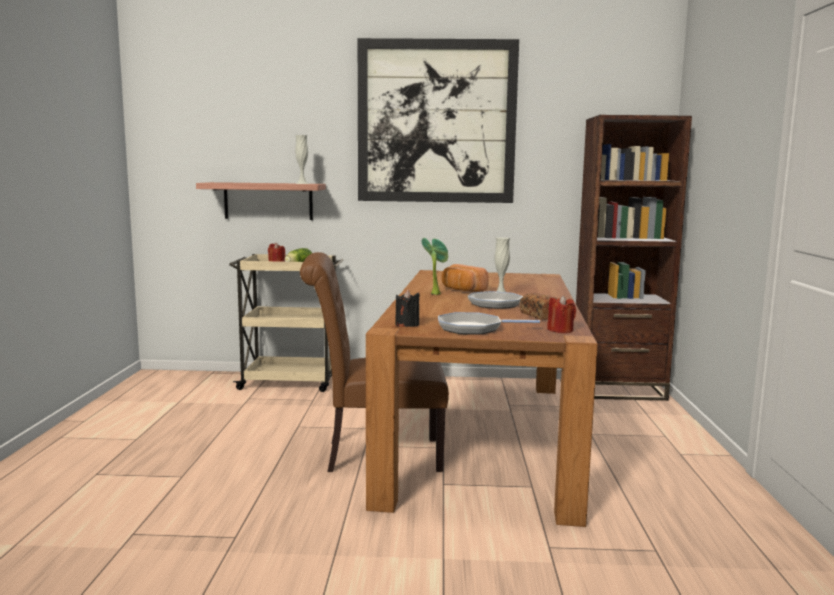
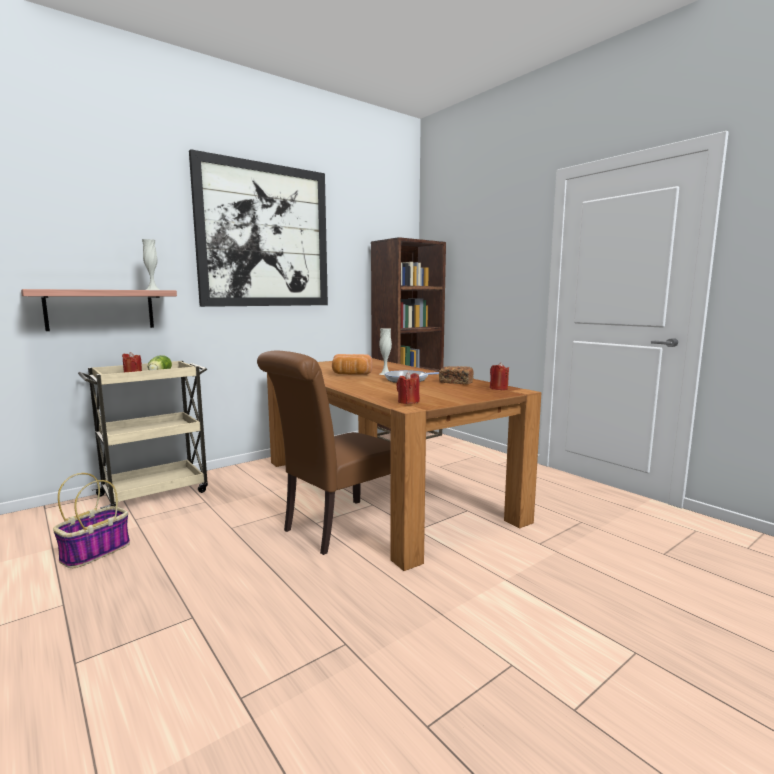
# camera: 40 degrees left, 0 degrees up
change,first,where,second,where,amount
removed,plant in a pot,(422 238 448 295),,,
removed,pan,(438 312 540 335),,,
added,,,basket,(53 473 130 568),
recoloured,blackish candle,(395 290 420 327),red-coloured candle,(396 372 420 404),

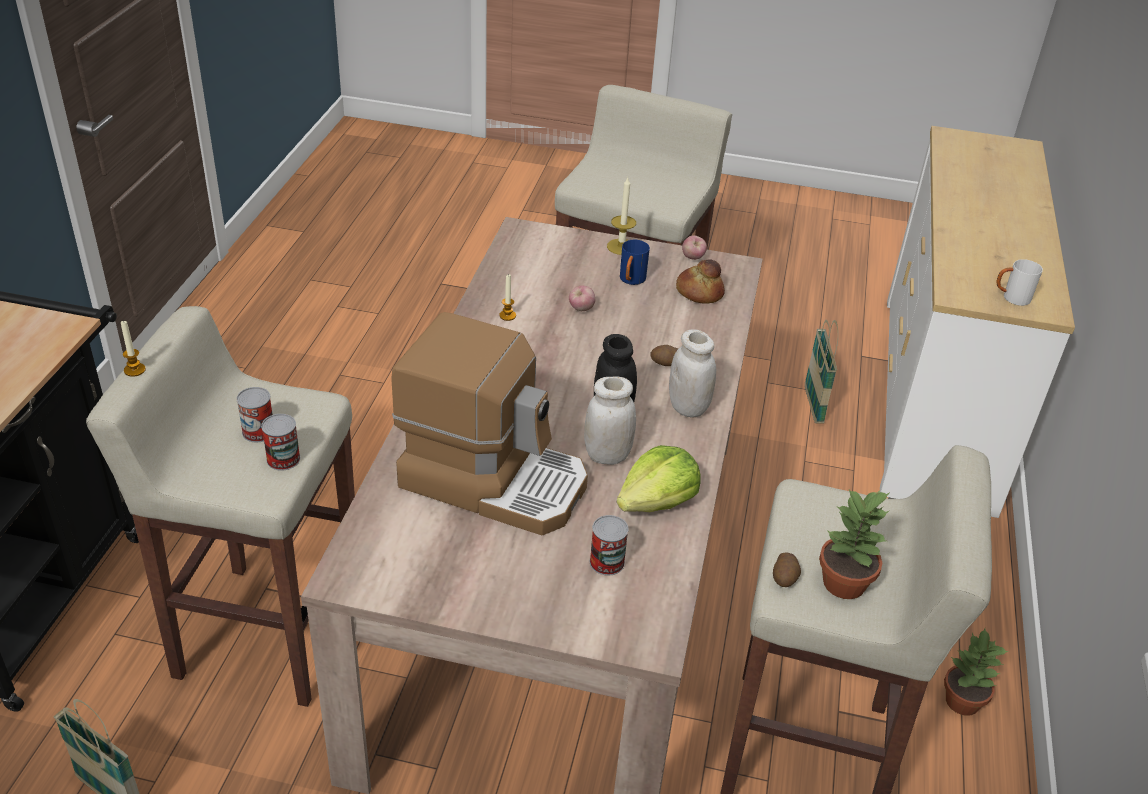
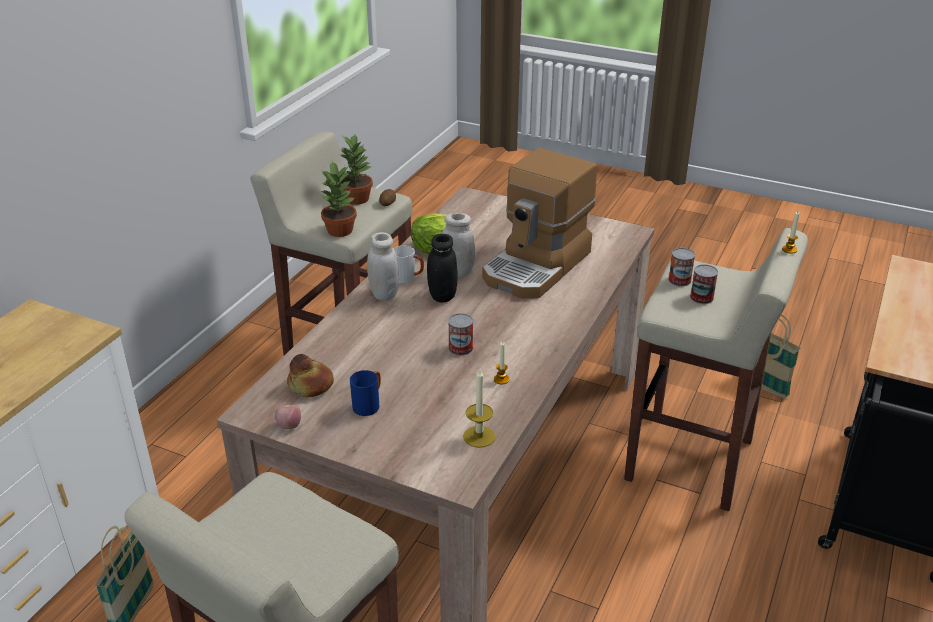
# camera: 165 degrees left, 5 degrees down
change,first,where,second,where,amount
removed,apple fruit,(569 286 595 311),,,
removed,whole potato,(650 345 679 366),,,
moved,can,(590 515 629 576),,(448 313 473 356),
moved,candle,(607 178 636 255),,(463 369 495 448),
moved,plant in a pot,(944 629 1008 716),,(320 161 357 237),
moved,white coffee mug,(996 259 1043 306),,(393 246 424 283),
turned,coffee maker,(391 312 588 535),,(482 148 597 299),90 degrees counterclockwise

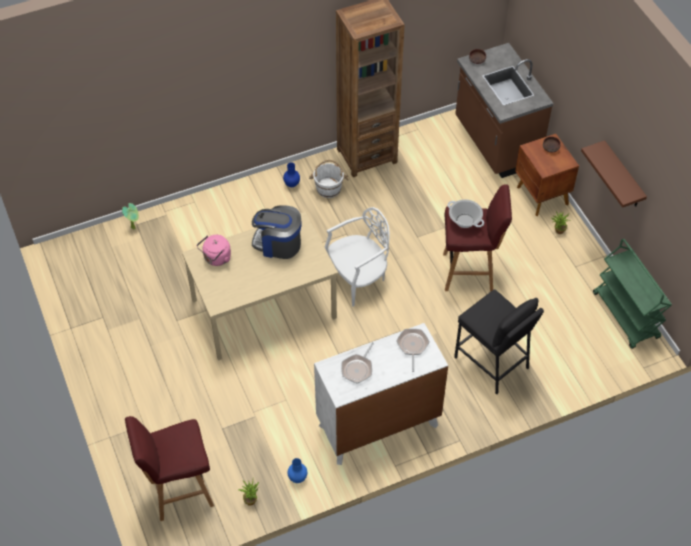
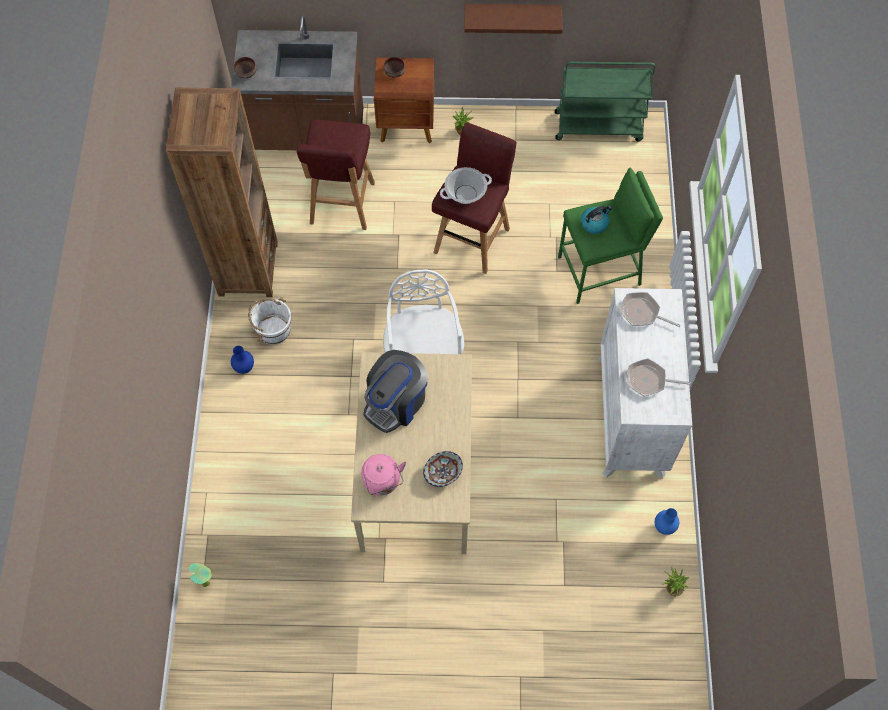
# camera: 65 degrees left, 10 degrees up
change,first,where,second,where,amount
added,,,deep dish,(423 451 463 487),
added,,,tea kettle,(581 205 612 234),
moved,red-coloured stool seat,(125 416 214 521),,(297 119 375 230),
recoloured,blackish stool seat,(454 290 544 394),greenish stool seat,(558 168 663 304),
turned,pan,(341 342 374 384),,(627 358 691 397),135 degrees clockwise

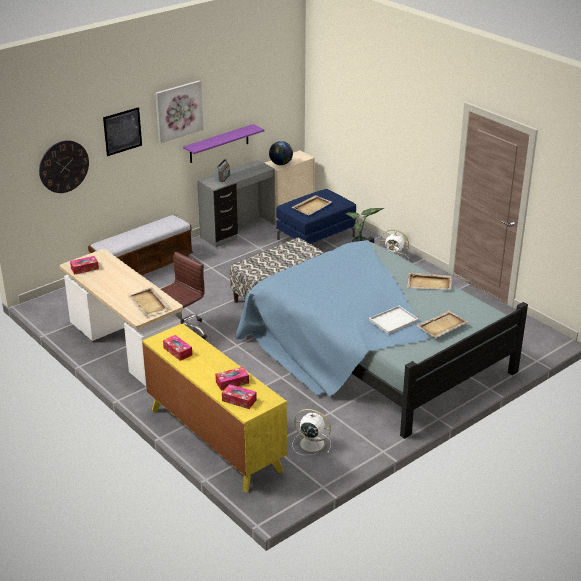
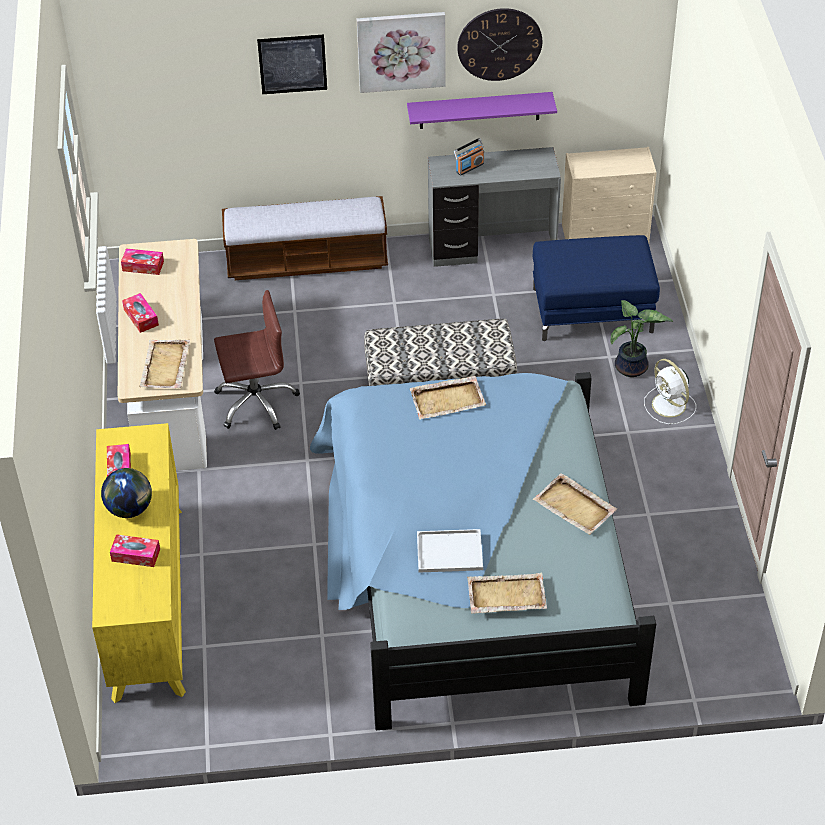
# camera: 35 degrees right, 15 degrees up
change,first,where,second,where,amount
removed,white electric fan,(292 409 331 455),,,
moved,hanging clock,(39 140 89 193),,(457 8 542 81),
moved,tissue box,(222 384 257 409),,(122 293 159 333),
moved,globe,(269 141 293 165),,(101 468 152 518),
moved,beige carrying tray,(292 195 332 216),,(410 376 486 420),

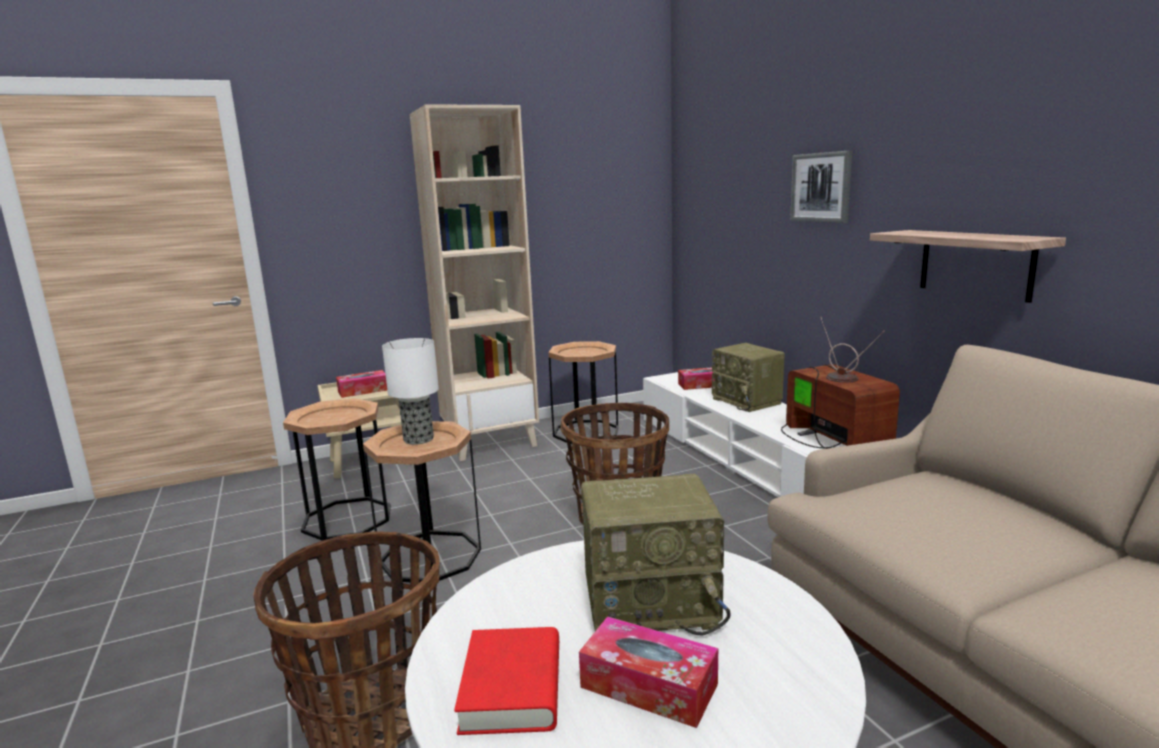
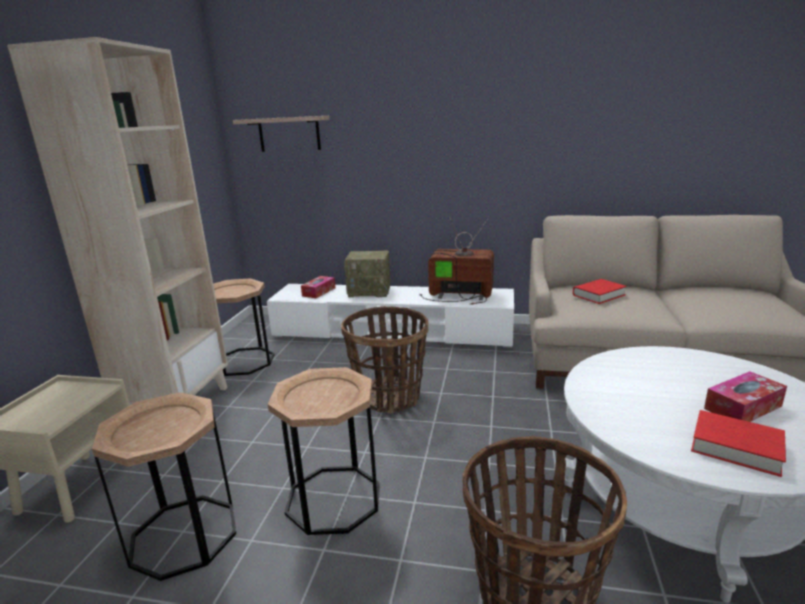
# camera: 55 degrees left, 5 degrees up
change,first,where,second,where,amount
removed,tissue box,(336 370 387 398),,,
removed,lamp for a table,(382 338 439 445),,,
removed,radio,(581 474 731 635),,,
removed,wall picture,(790 150 852 223),,,
added,,,red-coloured bound book,(573 279 627 304),
moved,bracket shelf,(870 230 1066 303),,(233 116 330 152),

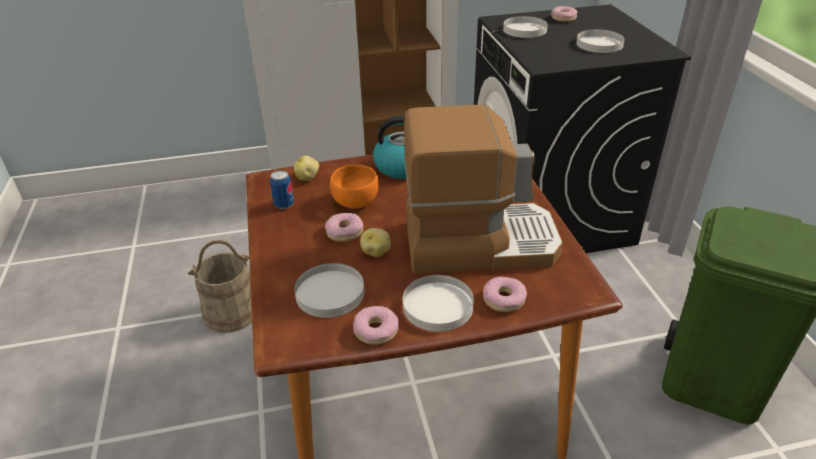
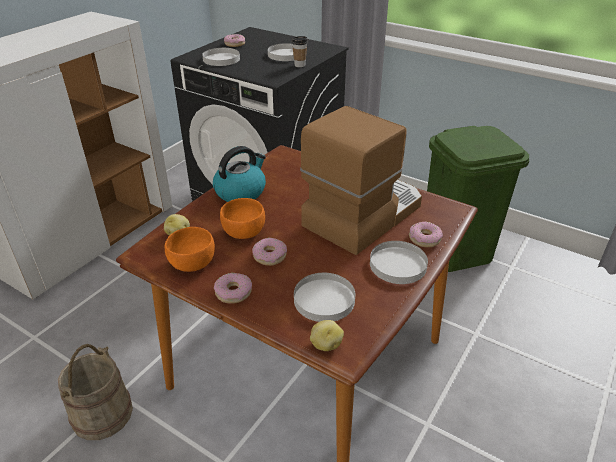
# camera: 45 degrees left, 0 degrees up
change,first,where,second,where,amount
added,,,small cup,(292 36 308 67),
moved,ring doughnut,(353 306 399 345),,(214 273 252 304),
moved,whole potato,(360 228 391 257),,(310 320 344 351),
replaced,can,(270 170 294 209),orangey deep dish,(165 227 215 272),

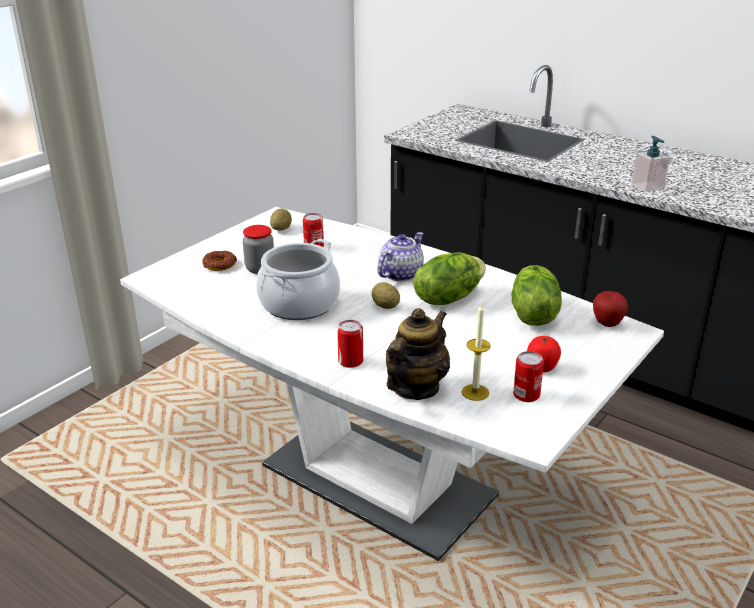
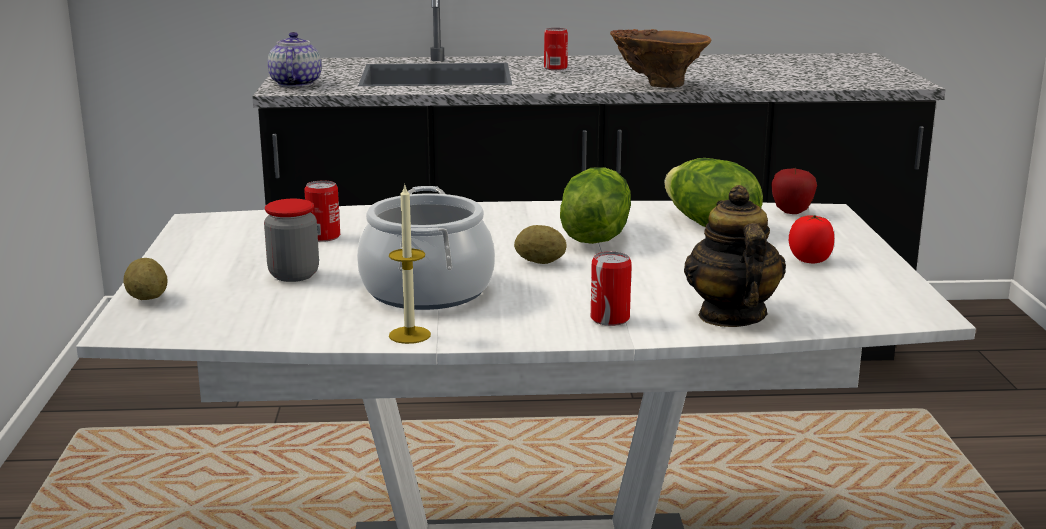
# camera: 40 degrees left, 10 degrees down
change,first,where,second,where,amount
removed,ring doughnut,(202 251 237 271),,,
moved,whole potato,(270 209 292 230),,(123 258 167 300),
moved,tea pot,(378 232 424 281),,(268 32 322 87),
moved,candle,(462 302 491 401),,(389 183 431 344),
moved,can,(513 351 544 402),,(544 28 568 70),
replaced,soap dispenser,(632 136 670 192),brownish flower vase,(610 29 711 88),

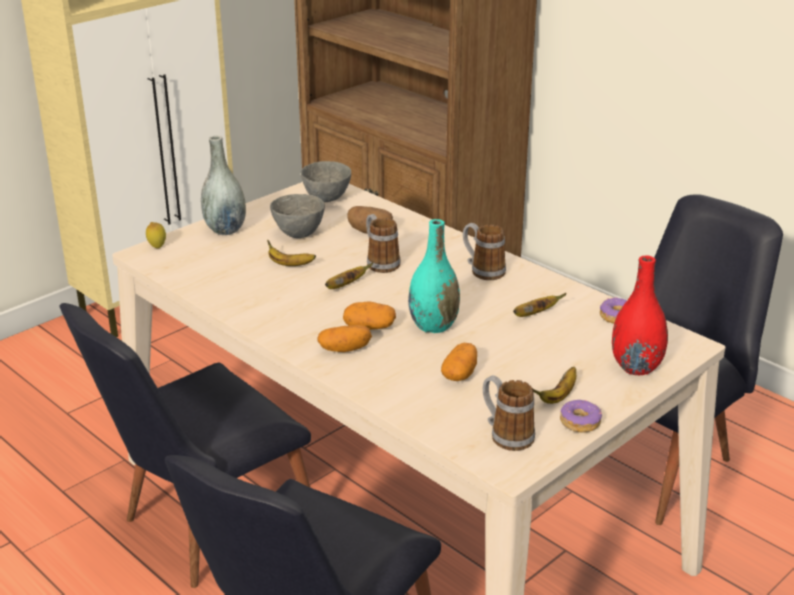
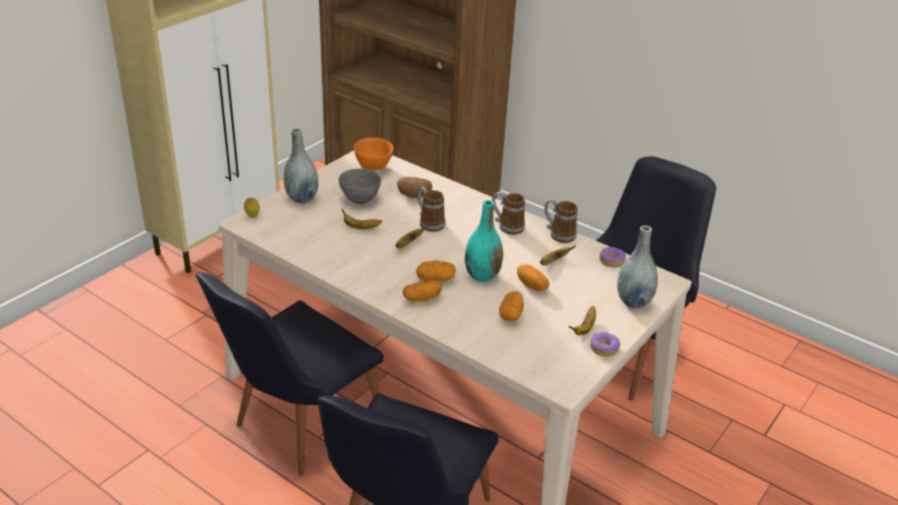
# camera: 10 degrees left, 5 degrees up
change,first,where,second,where,amount
added,,,whole potato,(517 264 549 291),
moved,coffee mug,(483 375 535 451),,(544 199 578 243),
recoloured,greyish deep dish,(301 161 351 202),orangey deep dish,(354 138 393 171),
recoloured,red-coloured flower vase,(612 256 668 375),greyish flower vase,(617 225 658 309),

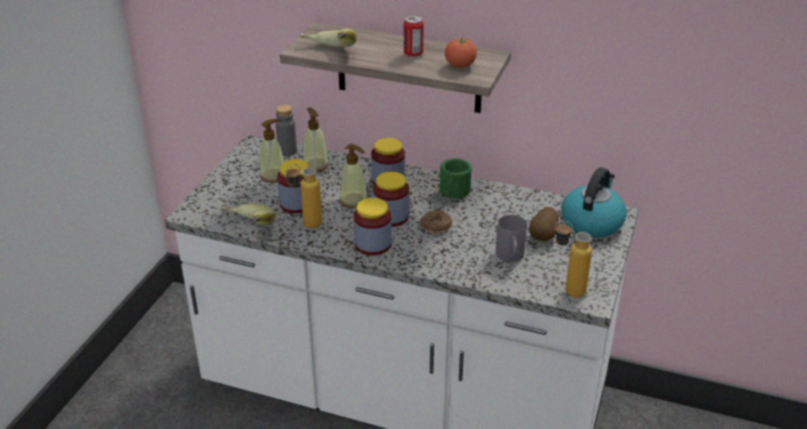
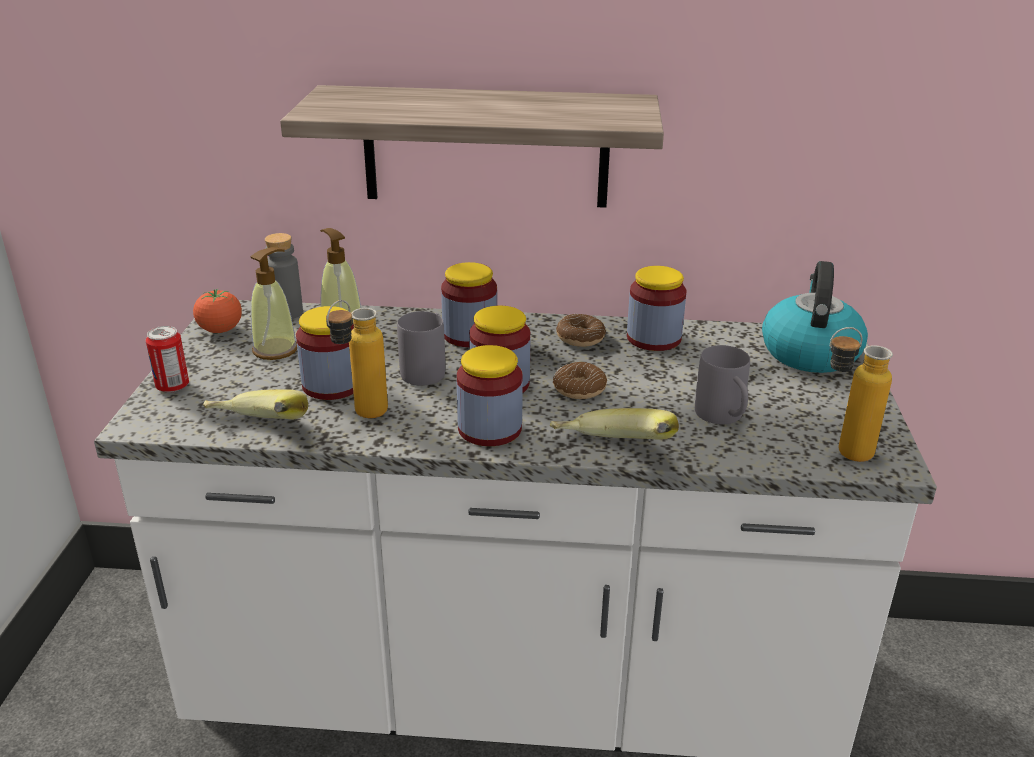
# camera: 15 degrees left, 5 degrees down
change,first,where,second,where,amount
removed,whole potato,(529 207 559 241),,,
added,,,jar,(627 266 687 351),
moved,banana fruit,(300 28 357 47),,(549 408 679 440),
moved,can,(404 16 424 57),,(146 326 189 392),
moved,tomato,(445 37 477 68),,(193 288 242 333),
replaced,soap dispenser,(340 144 367 208),greyish coffee mug,(397 311 445 386),
replaced,greenish coffee mug,(440 158 472 198),ring doughnut,(556 314 606 347),

